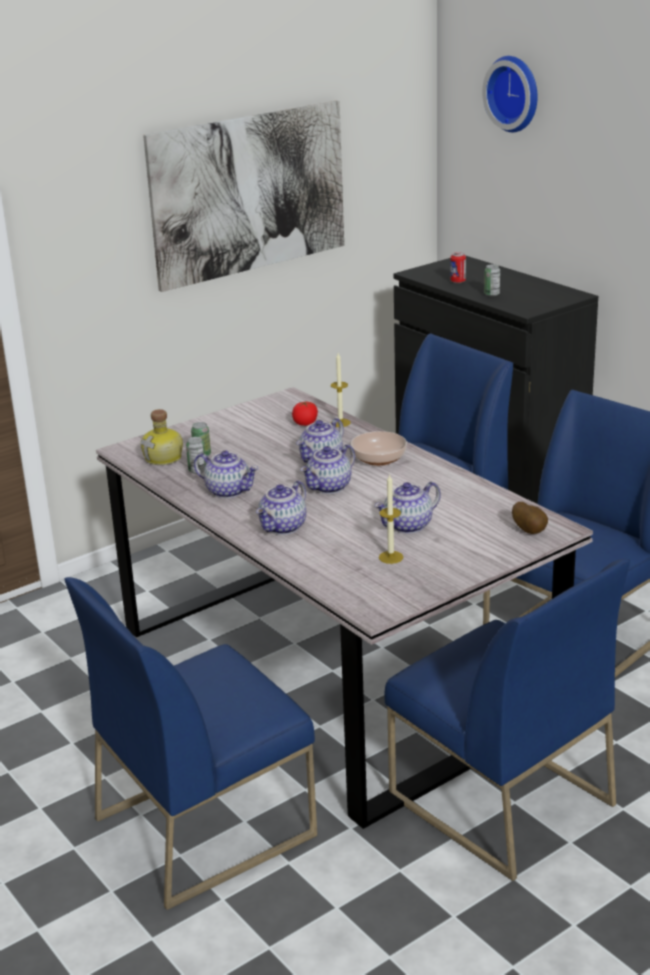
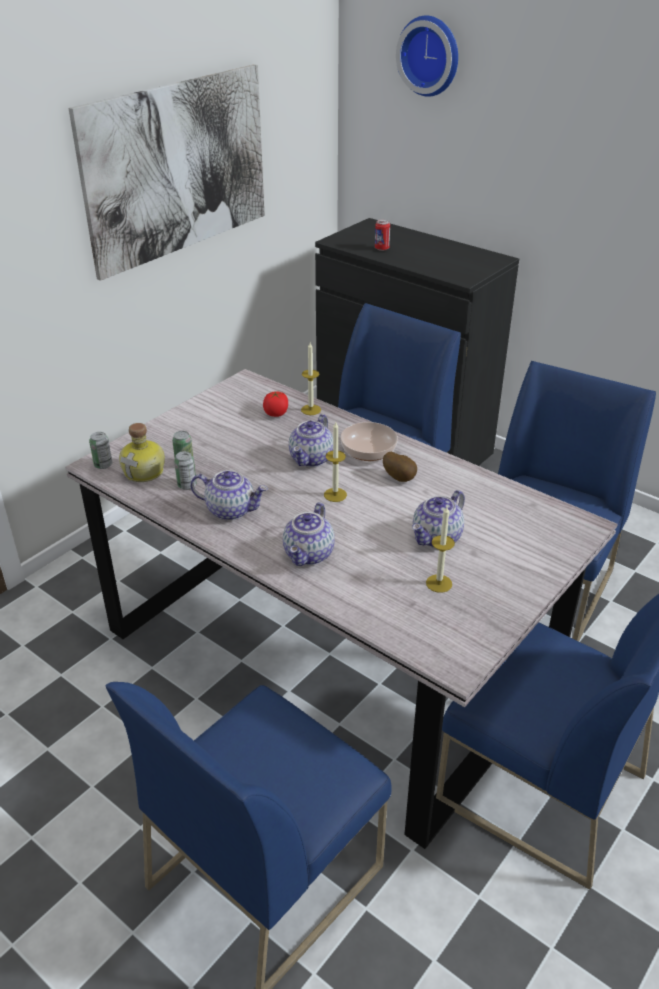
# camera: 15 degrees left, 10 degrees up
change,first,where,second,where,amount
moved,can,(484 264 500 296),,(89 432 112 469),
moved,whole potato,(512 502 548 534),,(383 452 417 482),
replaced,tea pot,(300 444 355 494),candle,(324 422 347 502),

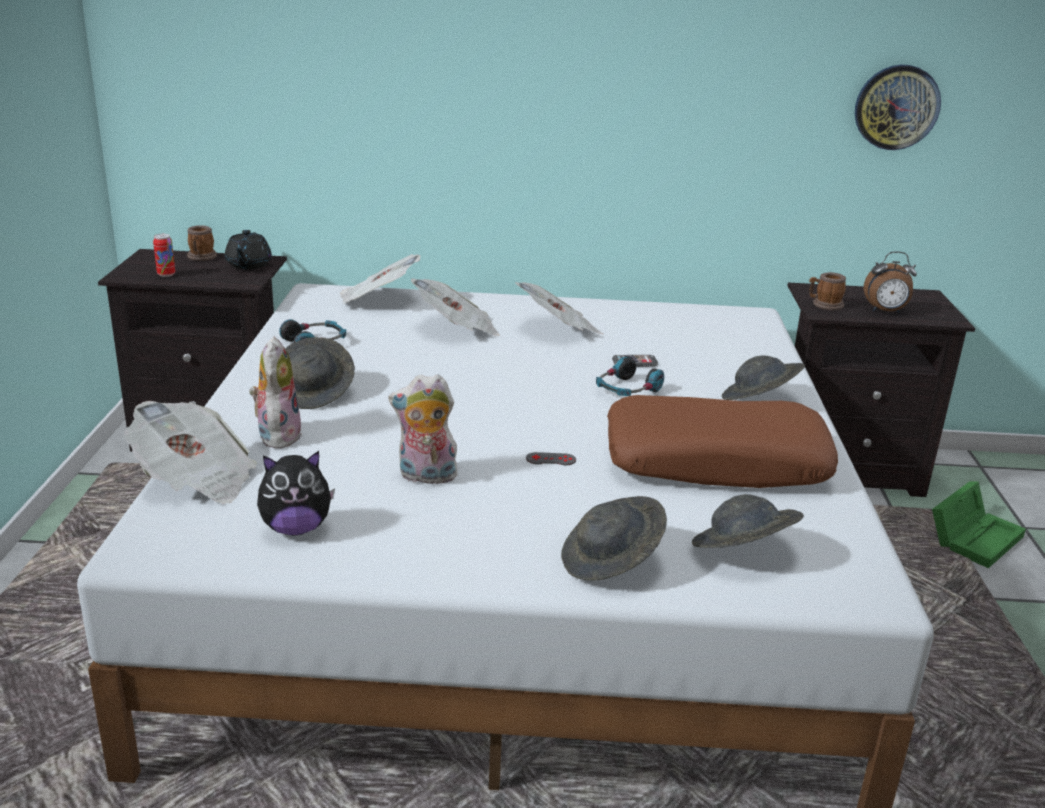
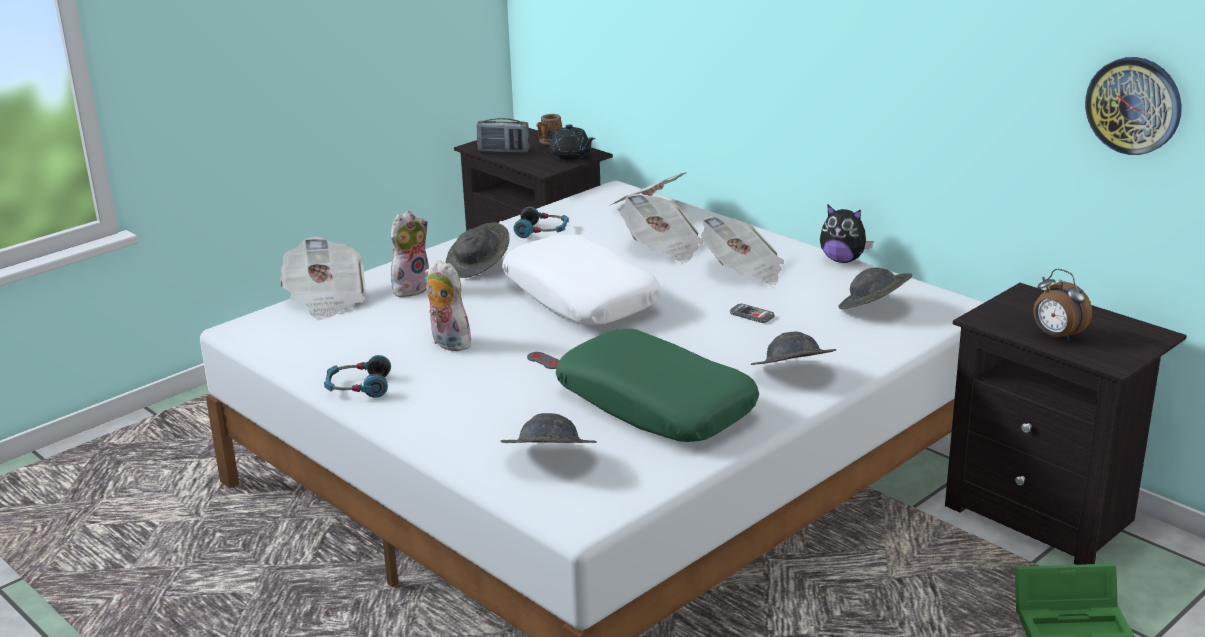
# camera: 45 degrees right, 0 degrees up
change,first,where,second,where,amount
removed,coffee mug,(809 272 846 310),,,
added,,,white pillow,(502 234 661 325),
moved,cuddly toy,(257 451 335 535),,(820 204 874 263),
moved,greyish hat,(561 496 667 581),,(838 267 912 309),
moved,headphones,(596 357 664 396),,(324 355 391 398),
replaced,can,(153 234 175 277),radio,(477 118 529 153),
recoloured,brownish pillow,(607 395 838 488),greenish pillow,(556 329 759 442),
turned,blackish tea pot,(225 230 272 269),,(547 124 595 160),90 degrees counterclockwise

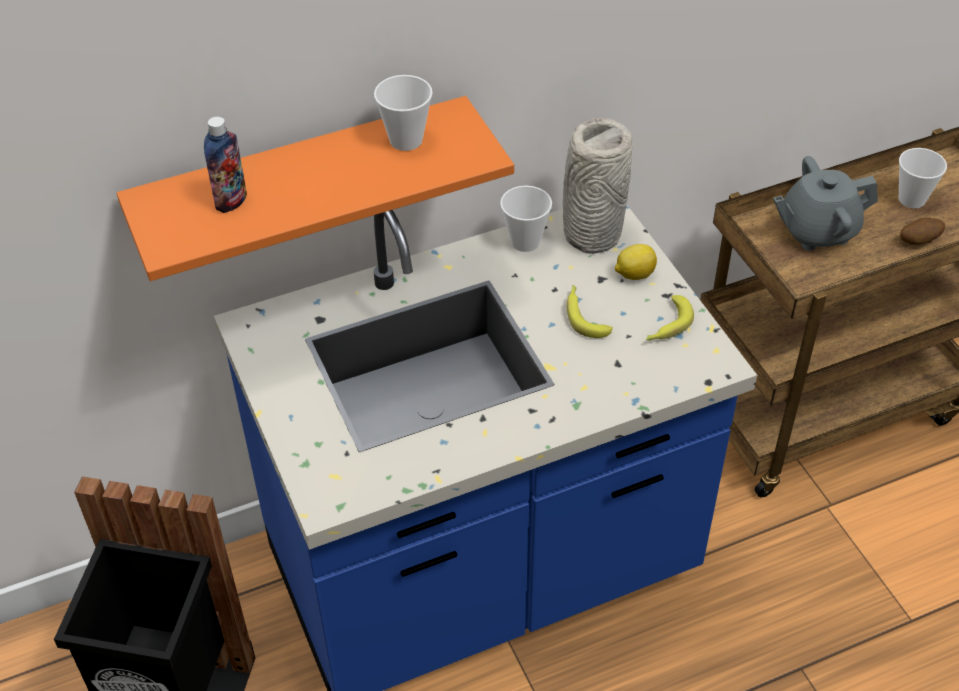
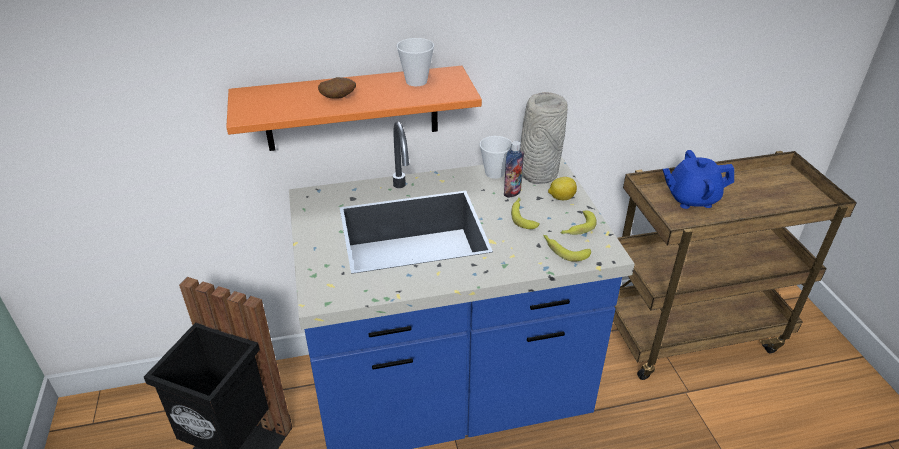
# camera: 10 degrees right, 10 degrees down
change,first,where,second,where,amount
removed,small cup,(899 148 947 208),,,
added,,,banana fruit,(543 235 591 262),
moved,beverage bottle,(204 117 247 213),,(504 141 524 198),
moved,whole potato,(900 218 946 245),,(318 77 356 99),
recoloured,greyish tea pot,(773 156 878 251),bluish tea pot,(663 150 734 209),

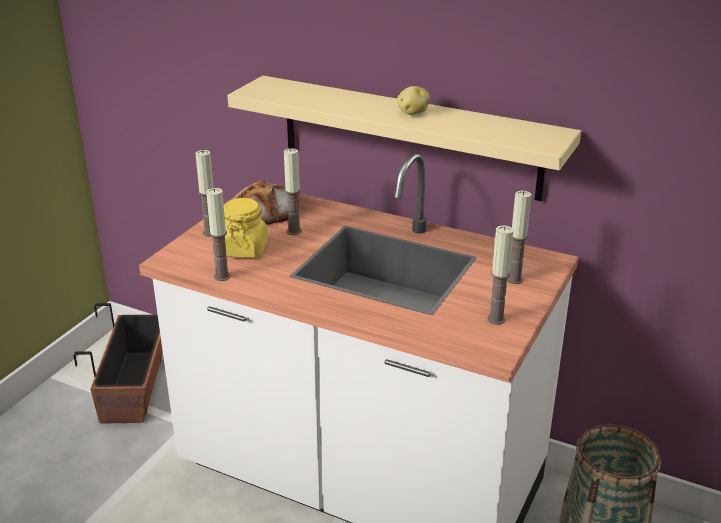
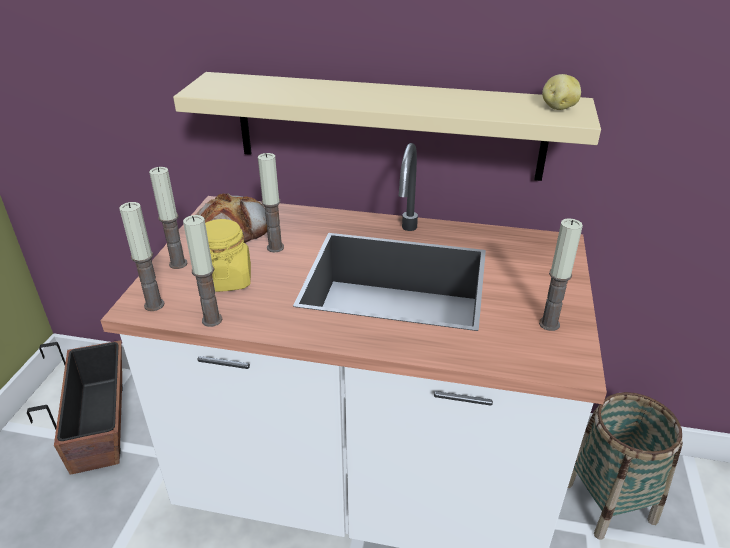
# camera: 15 degrees left, 5 degrees up
change,first,where,second,where,amount
moved,whole potato,(397 86 430 115),,(542 74 581 110),
moved,candle,(507 191 531 284),,(119 202 164 311),

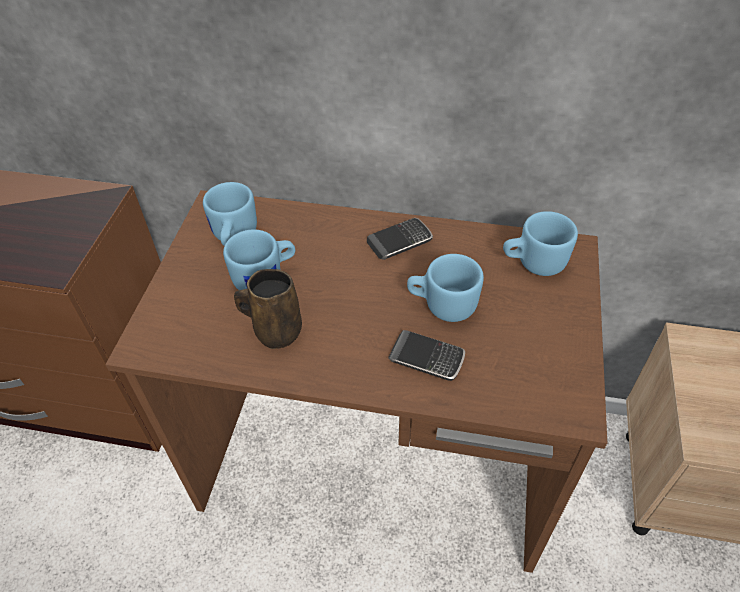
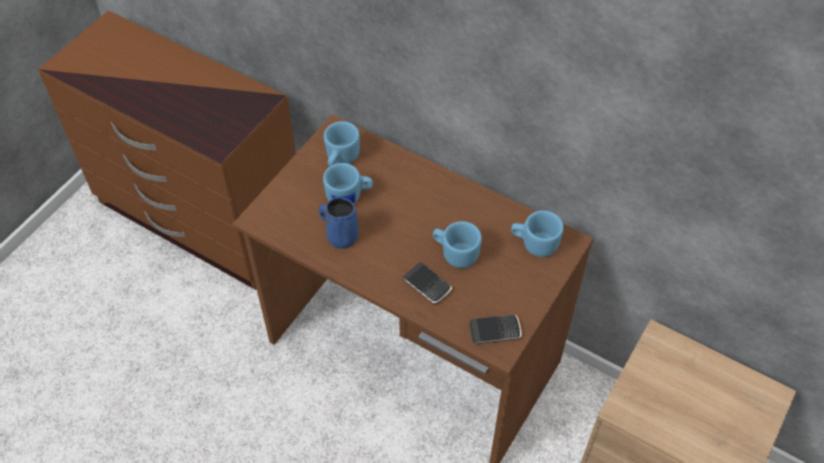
# camera: 20 degrees right, 5 degrees up
change,first,where,second,where,amount
moved,phone,(367 218 433 260),,(469 315 522 344),
recoloured,brownish coffee mug,(234 269 302 349),bluish coffee mug,(319 197 359 249),

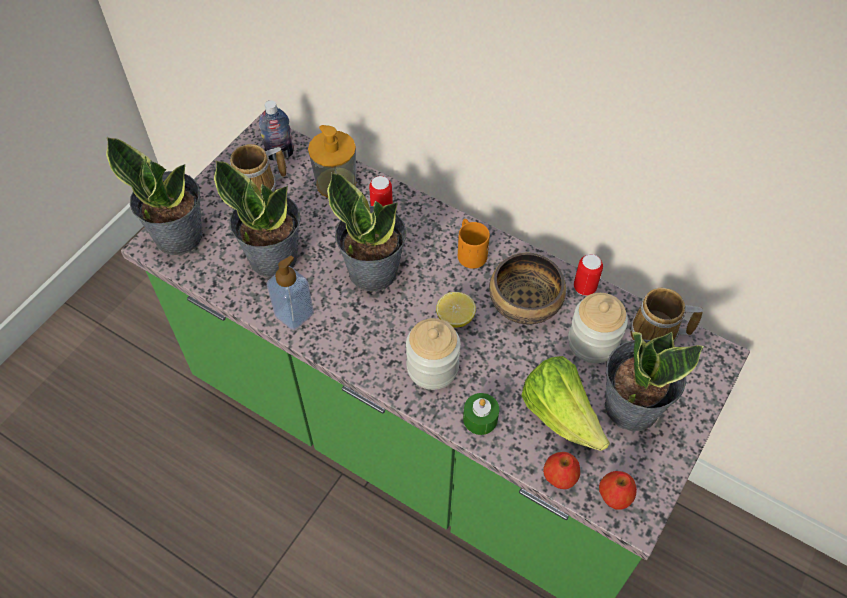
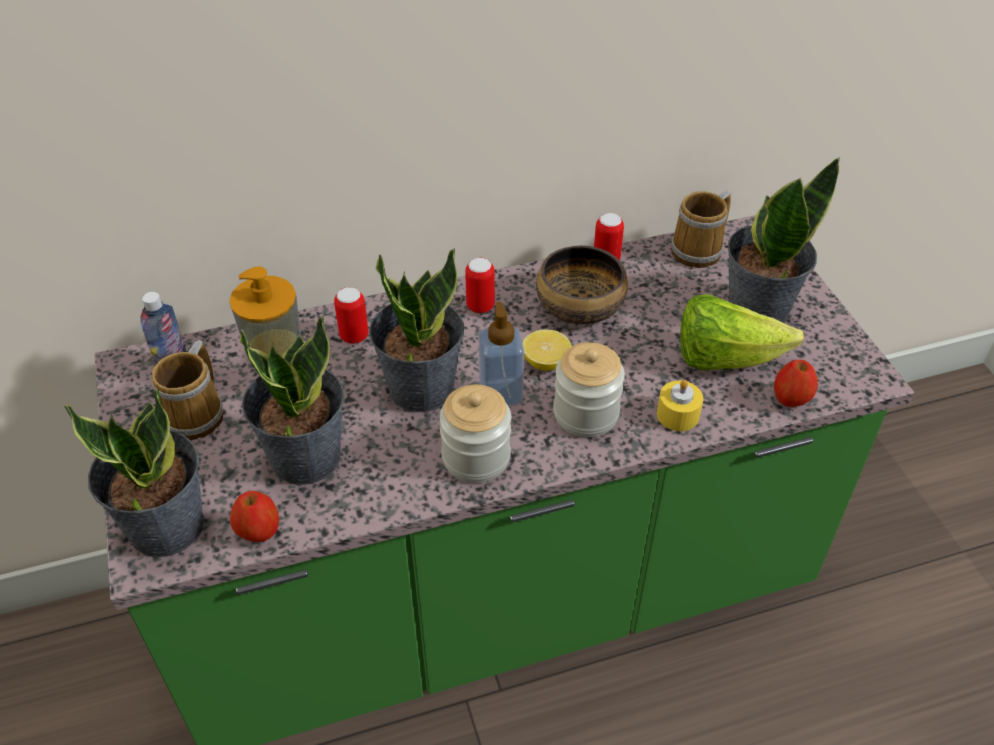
# camera: 50 degrees left, 10 degrees down
change,first,where,second,where,amount
moved,soap dispenser,(267 256 314 330),,(479 302 524 406),
moved,jar,(568 293 628 363),,(439 384 511 483),
moved,apple fruit,(599 471 637 510),,(230 491 279 542),
replaced,orangey coffee mug,(458 219 490 269),can,(465 258 495 313),
recoloured,greenish candle,(463 393 499 435),yellowish candle,(657 380 703 431),

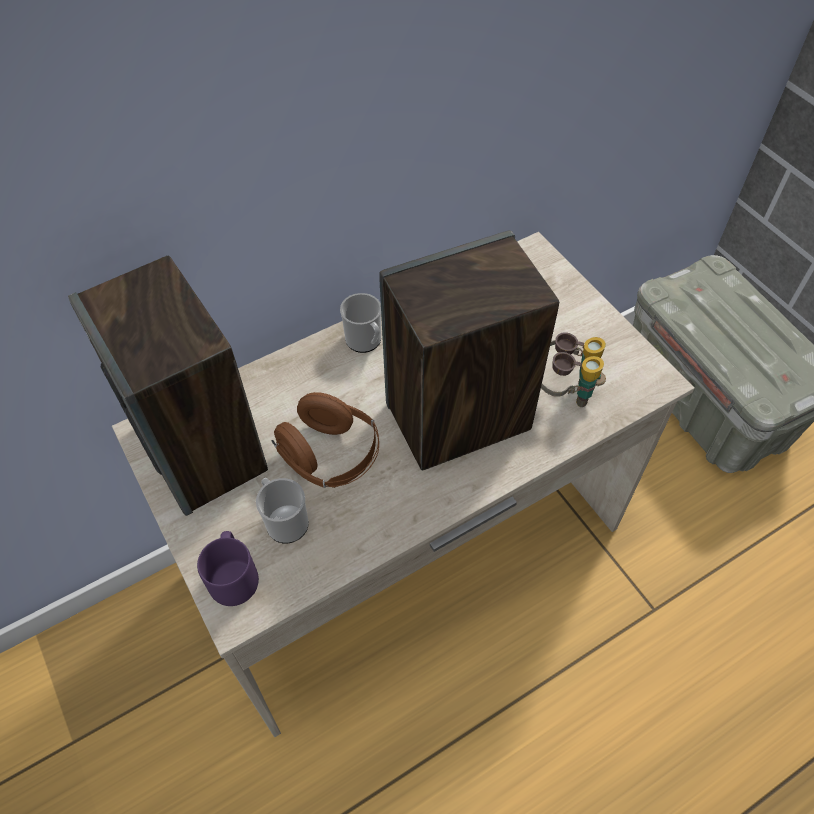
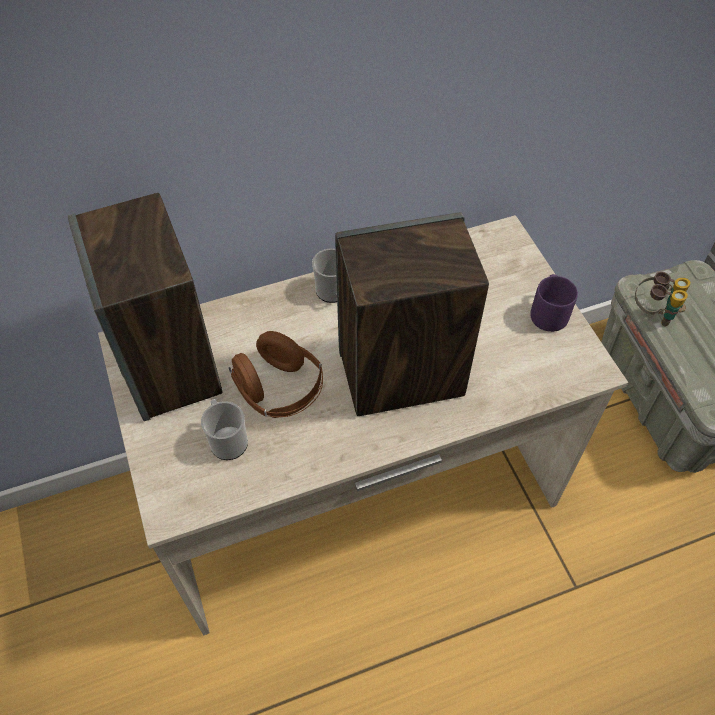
# camera: 10 degrees right, 0 degrees up
change,first,where,second,where,amount
moved,purple-coloured coffee mug,(197 531 259 606),,(530 274 578 332),
moved,binoculars,(541 332 606 407),,(635 271 691 327),

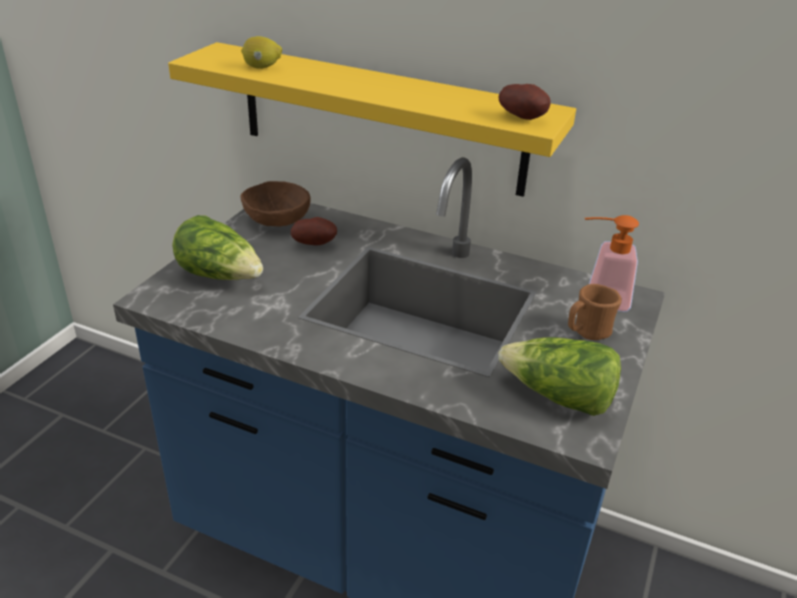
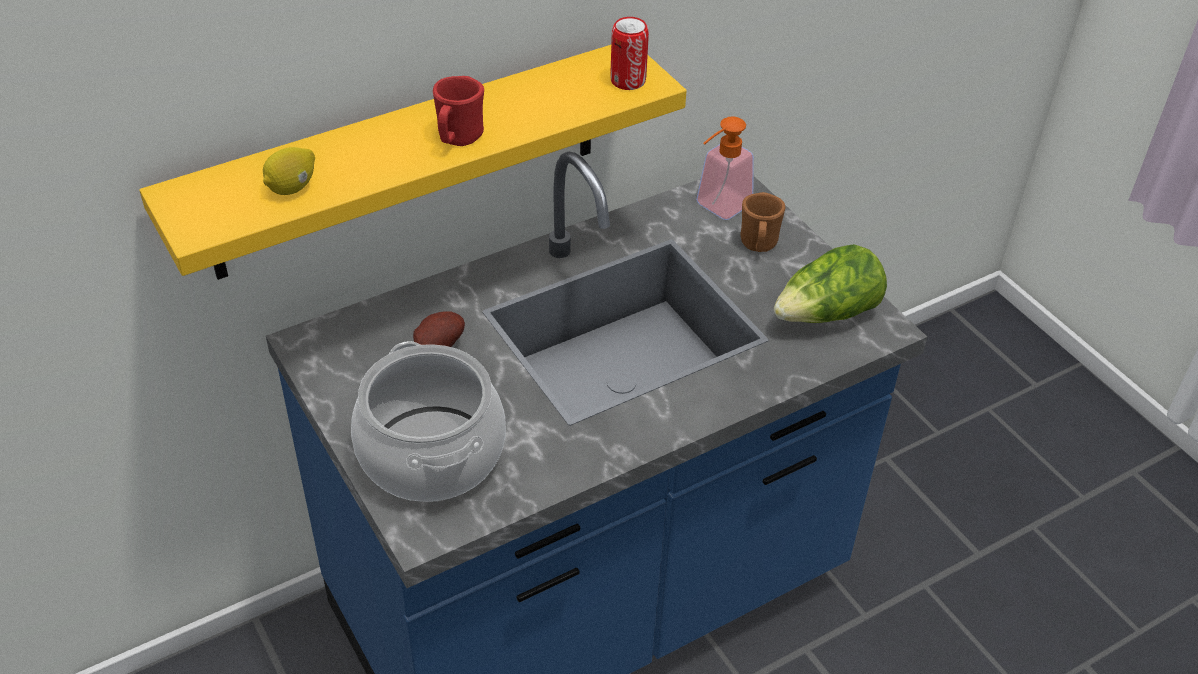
# camera: 55 degrees left, 10 degrees up
change,first,where,second,where,amount
removed,brownish deep dish,(240 181 311 227),,,
added,,,red-coloured coffee mug,(433 76 484 146),
replaced,head of lettuce,(172 215 263 280),stockpot,(351 341 506 502),
replaced,whole potato,(498 84 551 120),can,(610 17 649 90),

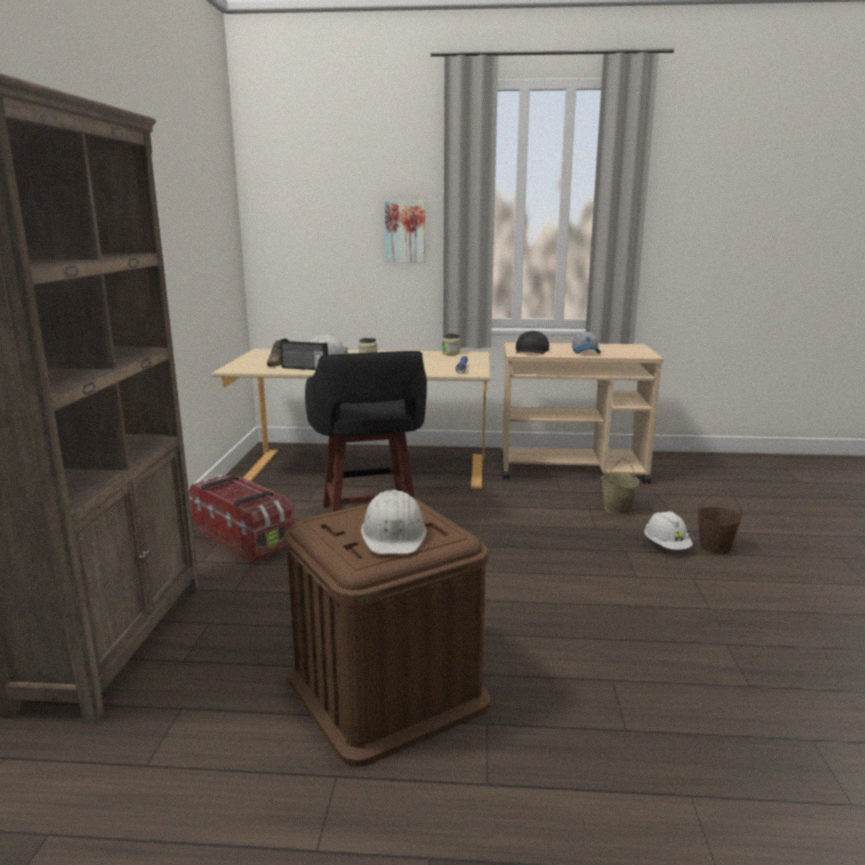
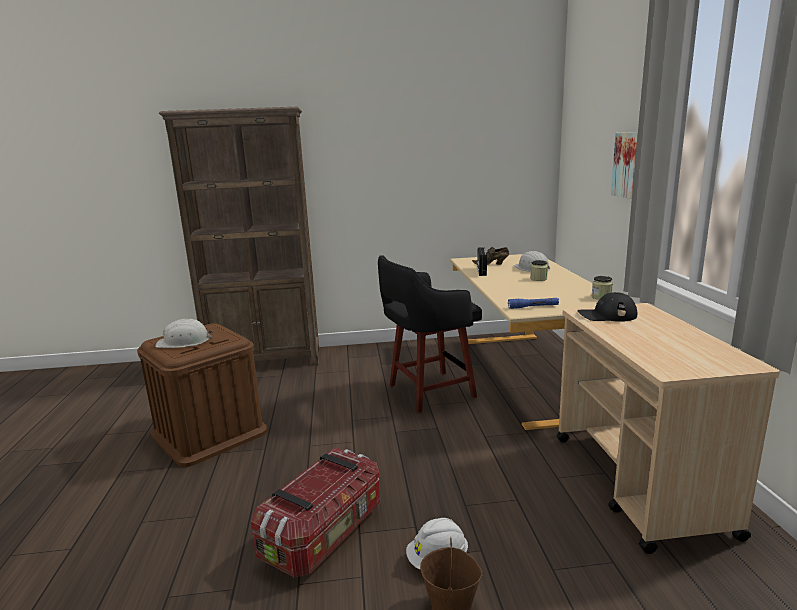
# camera: 80 degrees right, 0 degrees up
change,first,where,second,where,amount
removed,baseball cap,(572 331 601 354),,,
removed,beige water bucket,(601 458 639 515),,,
moved,storage container,(189 475 294 563),,(251 447 381 577),

